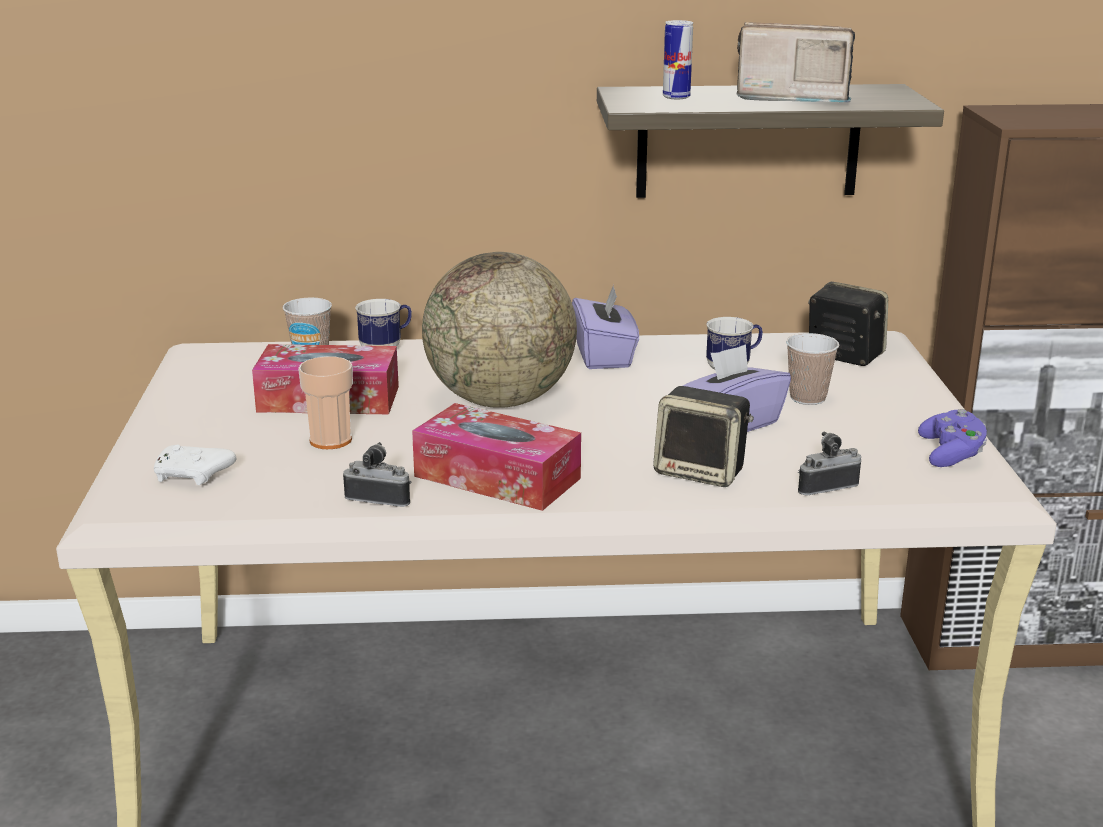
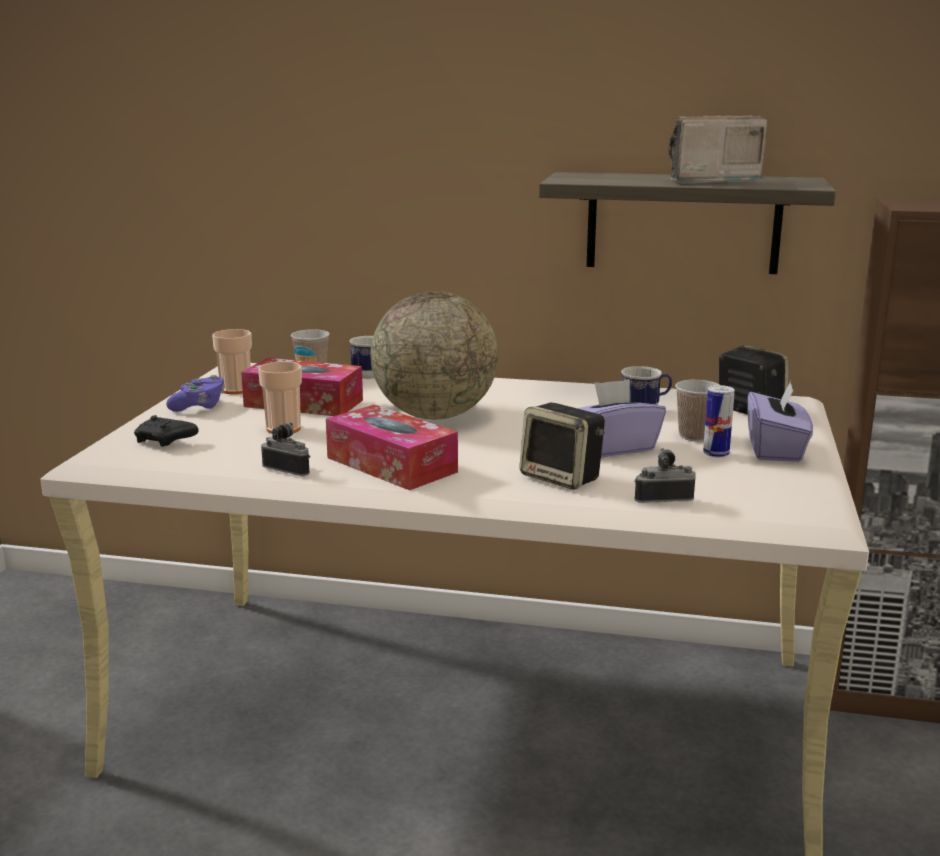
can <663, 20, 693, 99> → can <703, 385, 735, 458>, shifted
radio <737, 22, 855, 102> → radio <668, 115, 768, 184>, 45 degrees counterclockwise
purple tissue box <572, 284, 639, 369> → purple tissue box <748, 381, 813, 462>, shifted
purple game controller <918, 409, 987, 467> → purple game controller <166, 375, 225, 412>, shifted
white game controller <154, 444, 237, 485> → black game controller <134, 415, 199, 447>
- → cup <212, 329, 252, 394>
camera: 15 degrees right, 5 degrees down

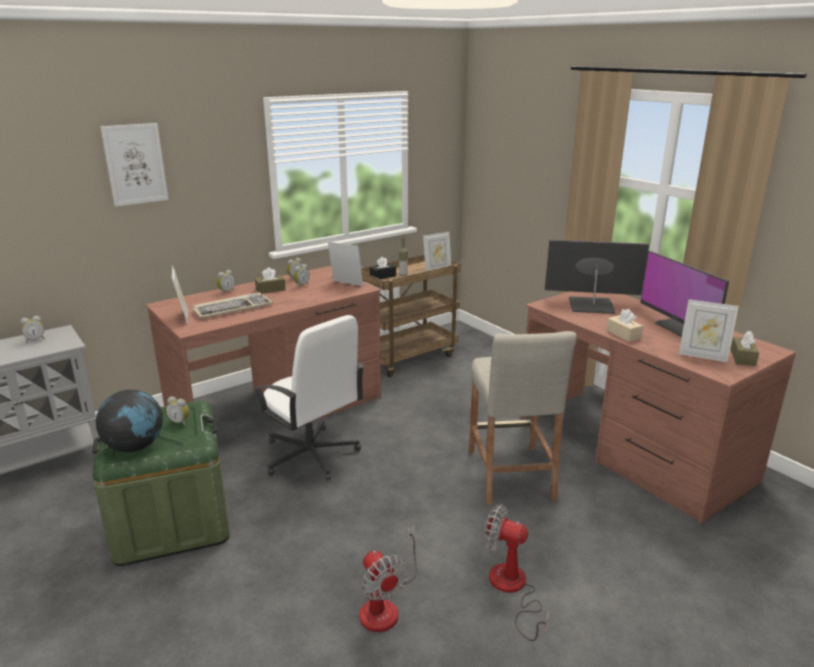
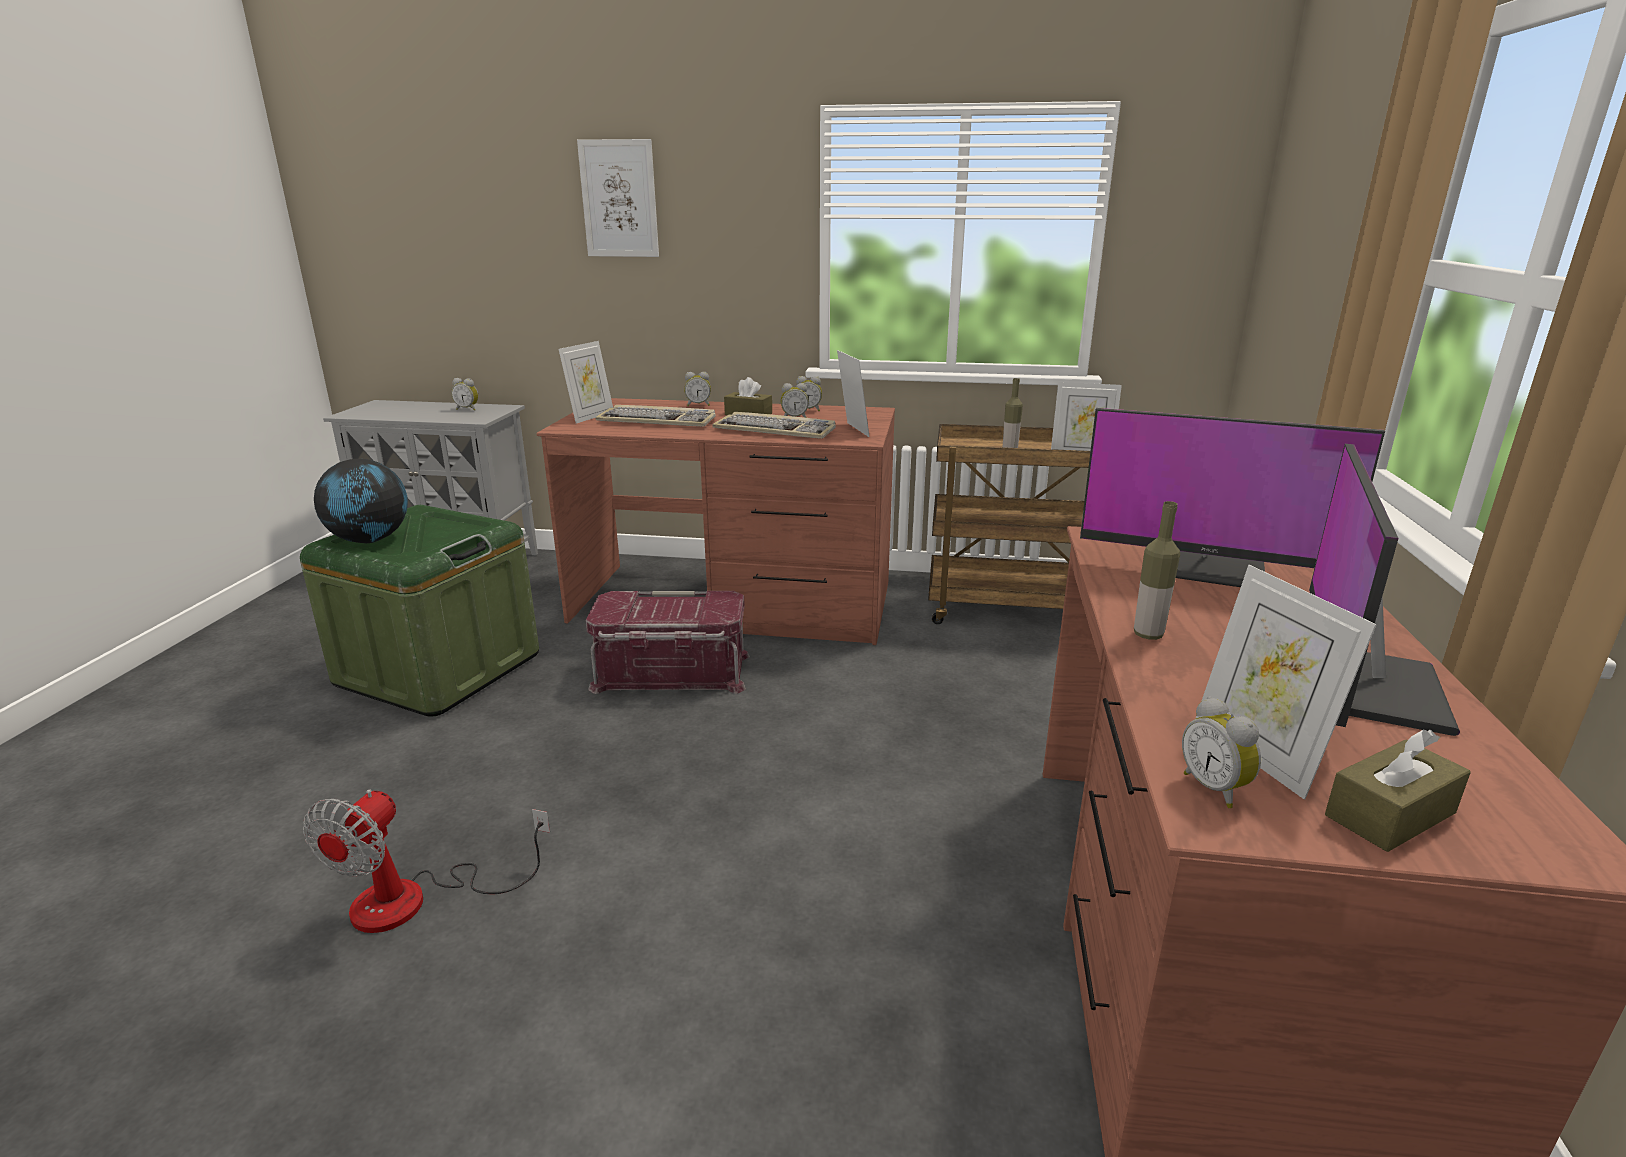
monitor <545, 240, 649, 314> → monitor <1080, 408, 1385, 587>, 150 degrees clockwise
black tissue box <370, 257, 396, 279> → -
beige tissue box <606, 309, 643, 342> → bottle <1134, 501, 1180, 640>
white office chair <253, 315, 365, 481> → red storage box <586, 591, 750, 694>
beige stool <469, 331, 577, 504> → -
alarm clock <166, 396, 190, 426> → alarm clock <1182, 696, 1261, 808>, shifted
fan <484, 504, 549, 641> → -
- → keyboard <712, 412, 836, 439>
camera: 45 degrees right, 0 degrees up

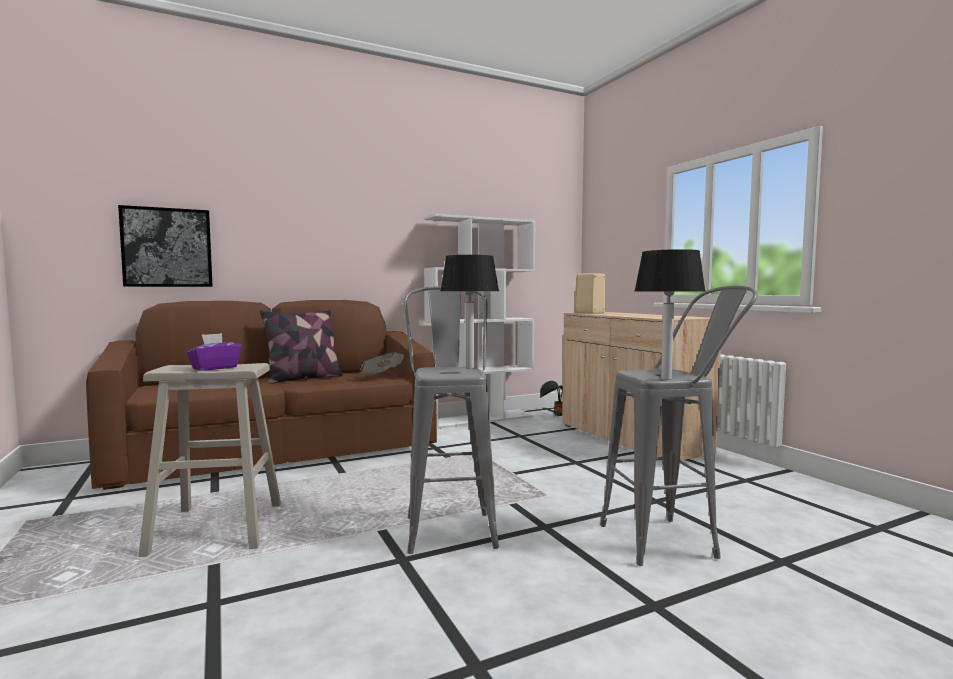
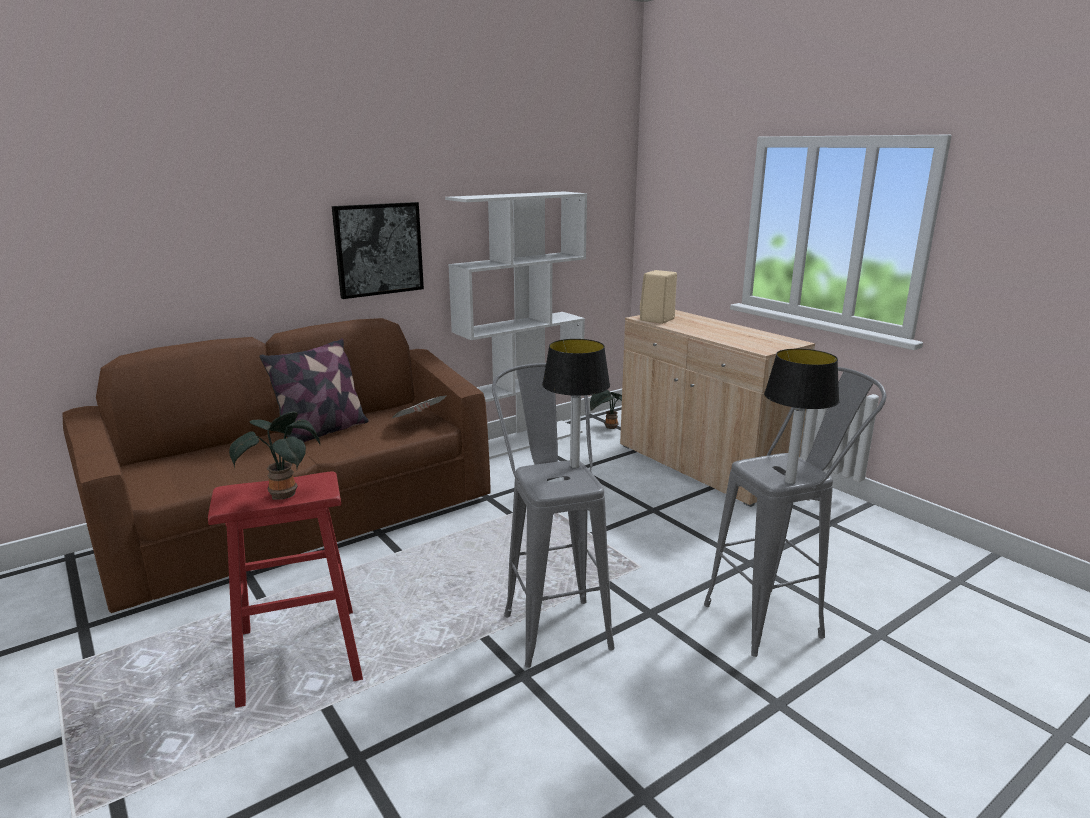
picture <118, 205, 213, 287> → picture <332, 202, 424, 299>, shifted
purple tissue box <187, 333, 241, 371> → potted plant <229, 411, 320, 500>
beige stool <138, 363, 281, 557> → red stool <208, 471, 363, 708>
camera: 10 degrees left, 15 degrees up

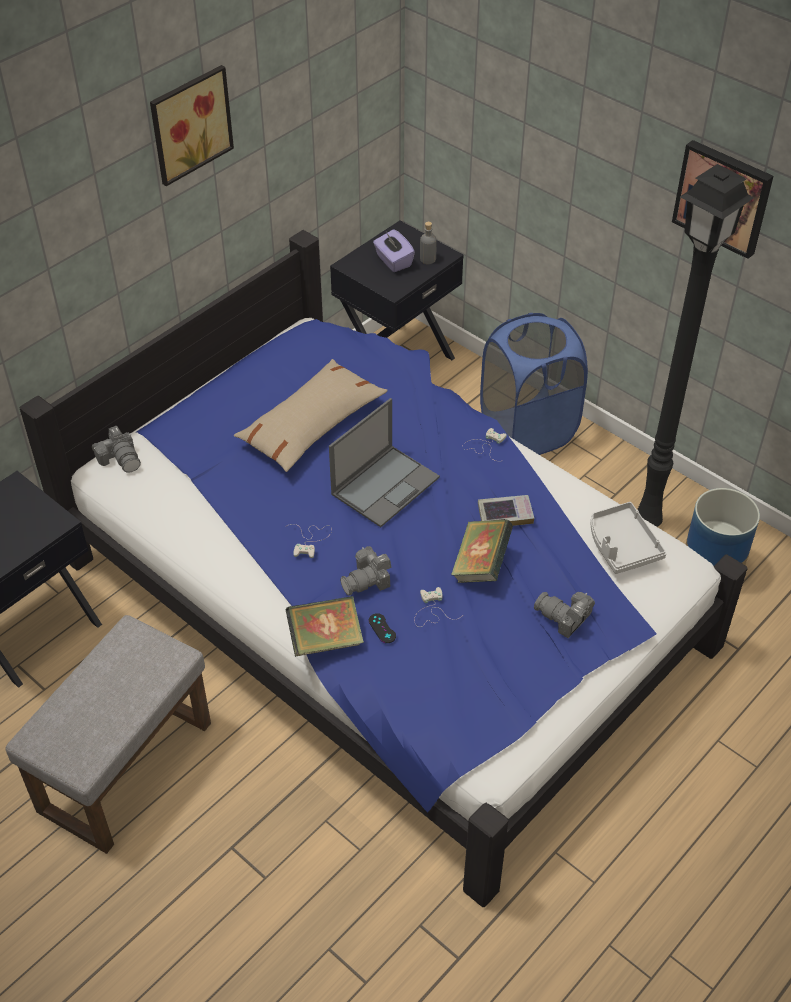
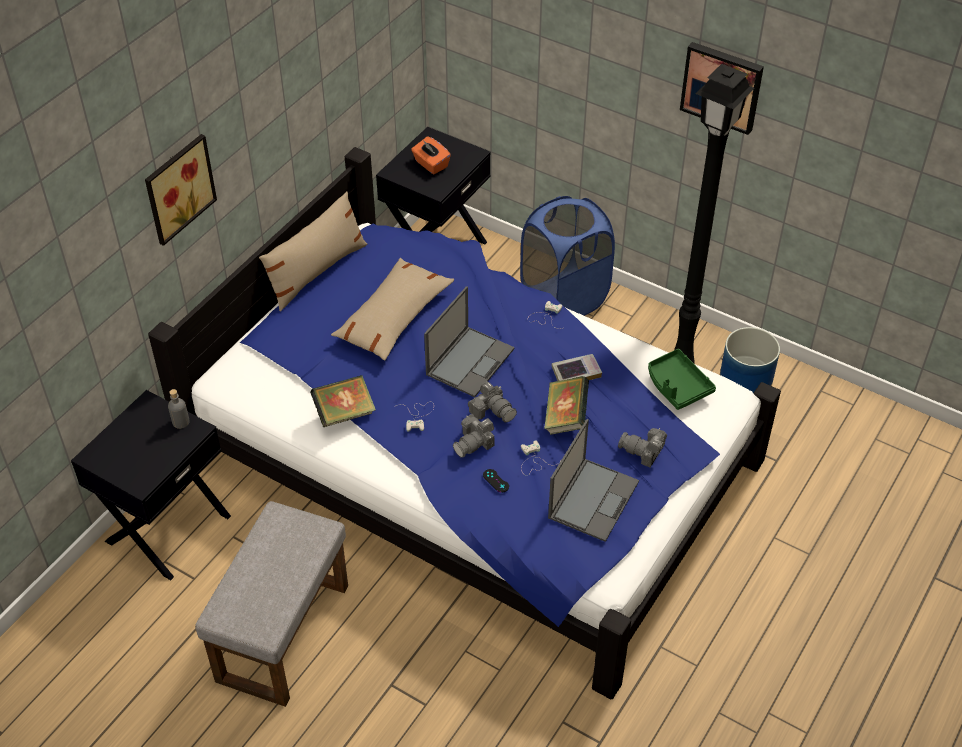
picture <150, 65, 234, 186> → picture <145, 134, 217, 246>, shifted
grey bottle <420, 222, 437, 264> → grey bottle <168, 389, 190, 429>, shifted
purple tissue box <373, 229, 415, 272> → orange tissue box <411, 136, 451, 174>
photo camera <92, 426, 141, 472> → photo camera <468, 381, 517, 423>, shifted
grey tray <591, 502, 666, 574> → green tray <648, 349, 716, 410>
book <286, 596, 364, 657> → book <310, 375, 376, 427>, shifted
- → beige pillow <259, 191, 367, 311>
- → laptop <548, 419, 639, 542>
camera: 10 degrees left, 0 degrees up

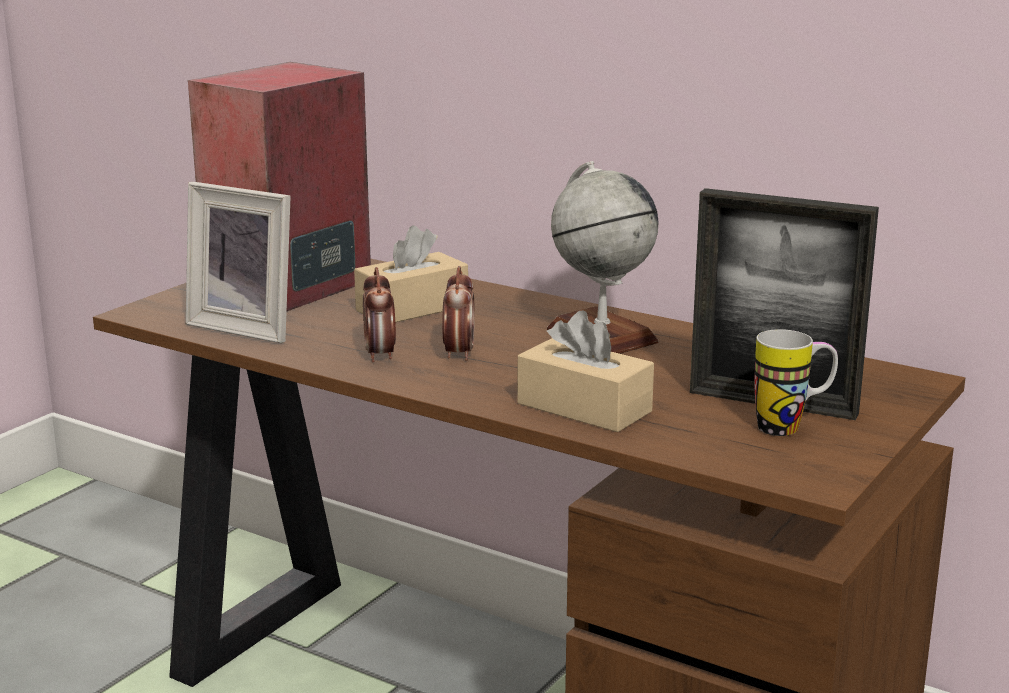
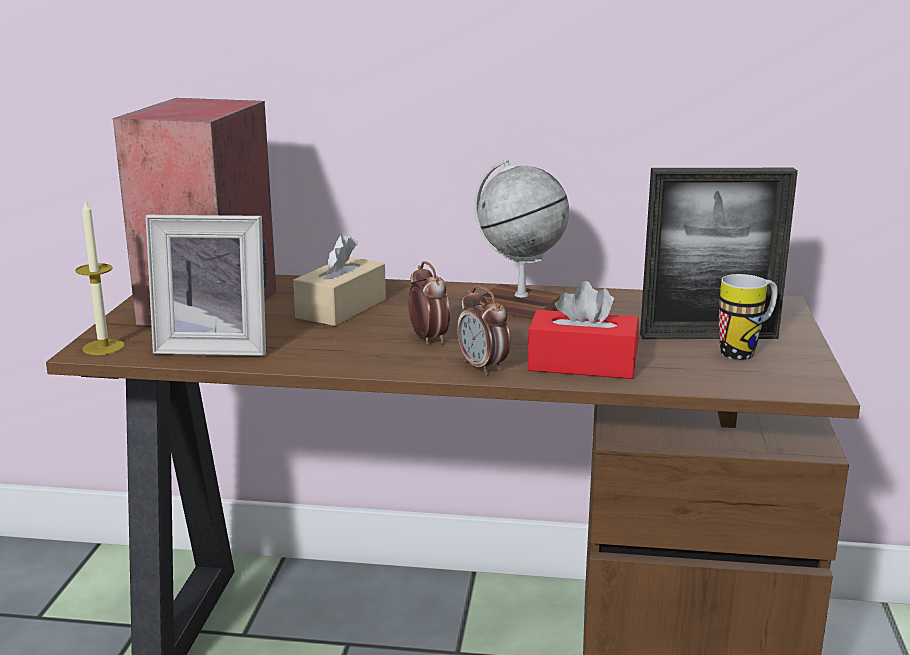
alarm clock <363, 267, 396, 363> → alarm clock <457, 285, 510, 375>, shifted
beige tissue box <517, 311, 654, 432> → red tissue box <527, 281, 639, 379>
- → candle <75, 199, 125, 355>
camera: 25 degrees left, 0 degrees up

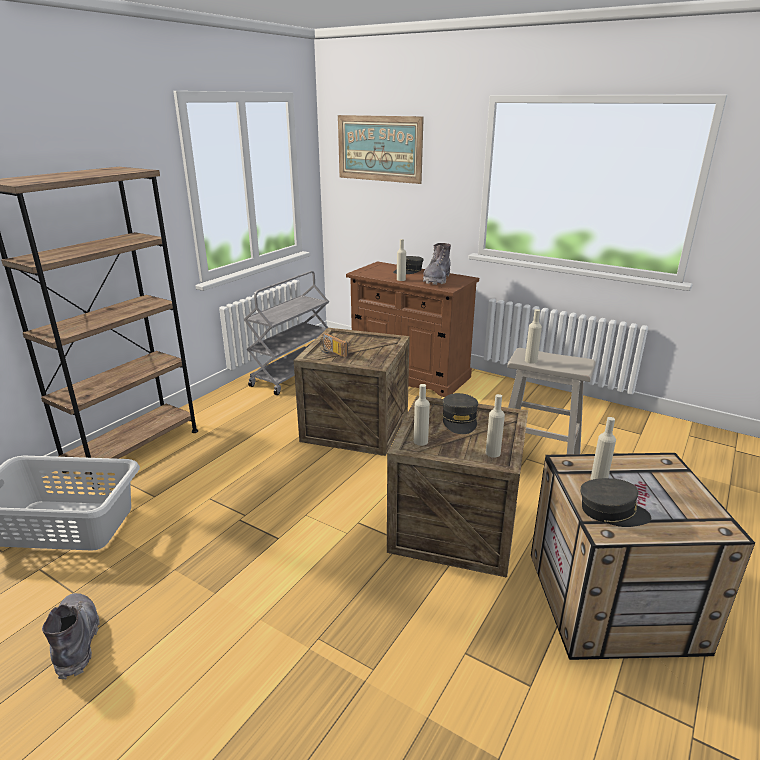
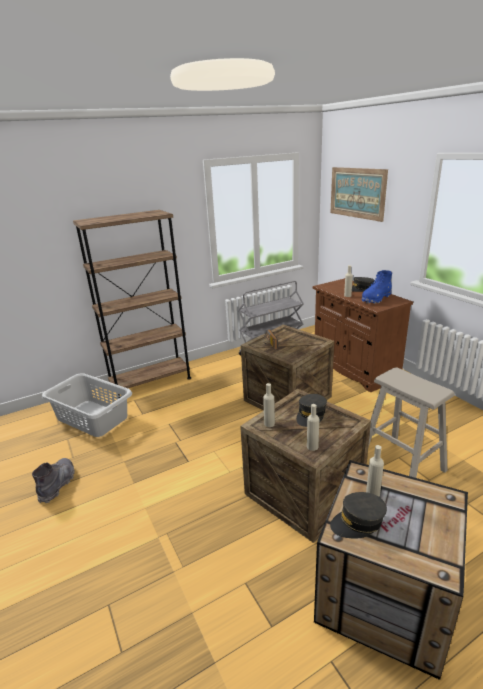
grey boot <423, 243, 451, 285> → blue boot <362, 270, 392, 304>
beige bottle <525, 309, 542, 364> → -
grey cap <580, 478, 651, 527> → grey cap <330, 492, 387, 538>, 120 degrees clockwise
camera: 30 degrees right, 0 degrees up

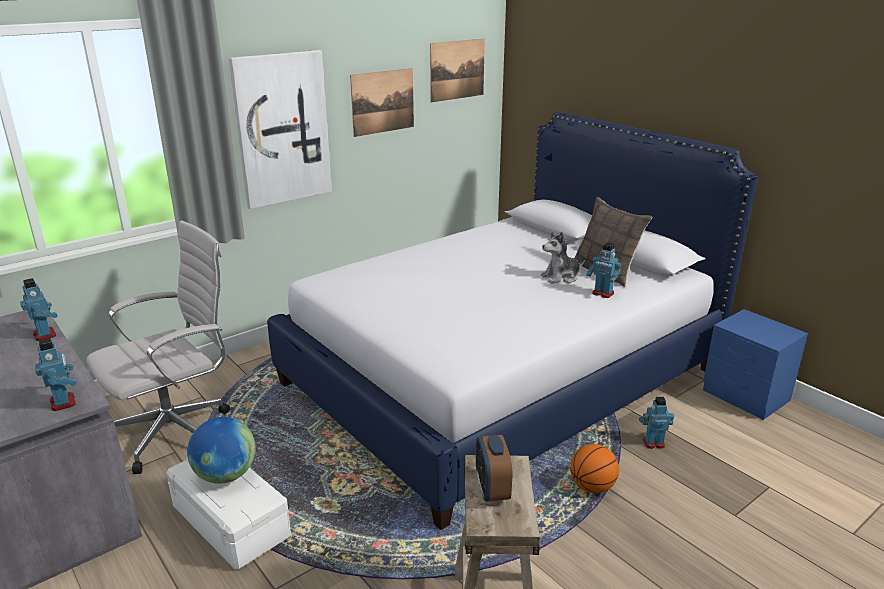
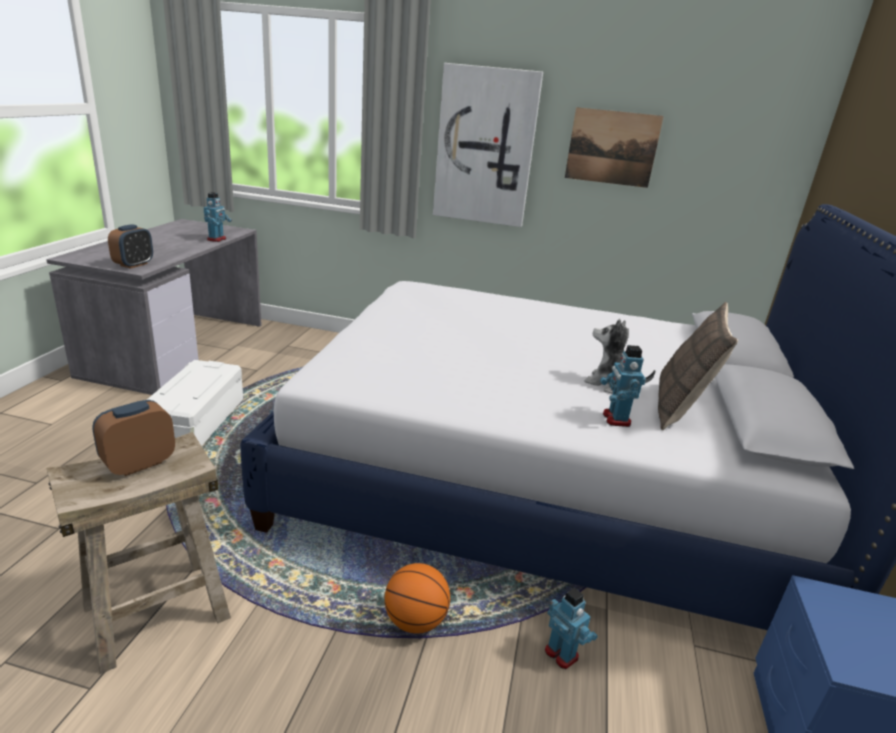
picture <430, 39, 485, 103> → -
white office chair <86, 220, 230, 474> → -
toy robot <35, 338, 76, 411> → alarm clock <108, 224, 153, 269>
globe <187, 417, 256, 484> → -
camera: 50 degrees right, 0 degrees up

